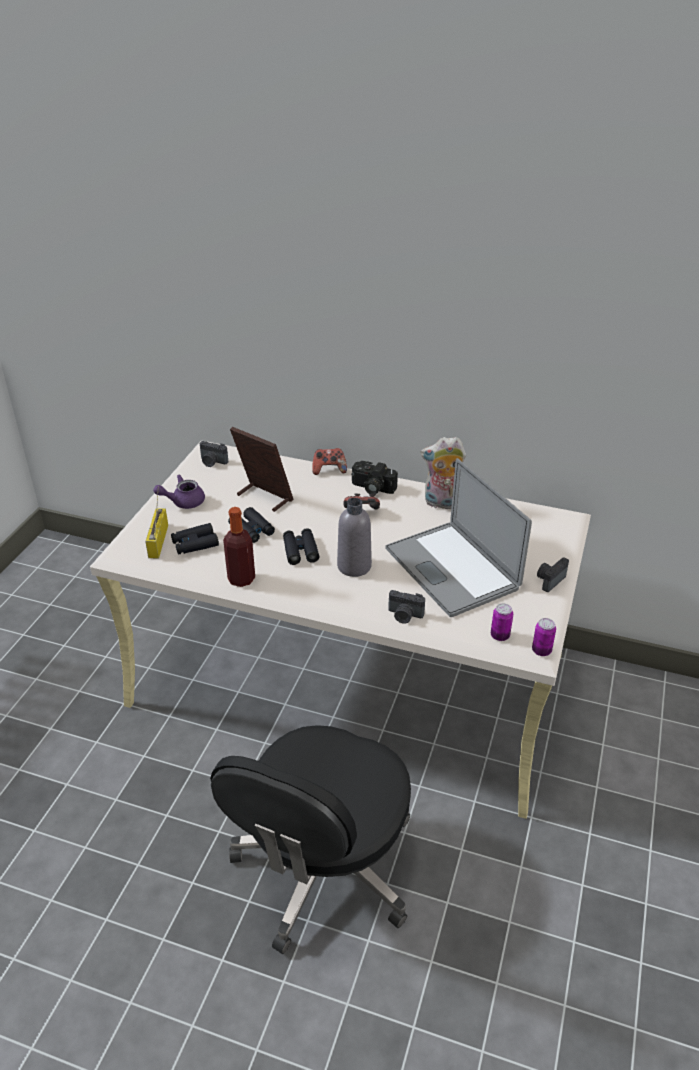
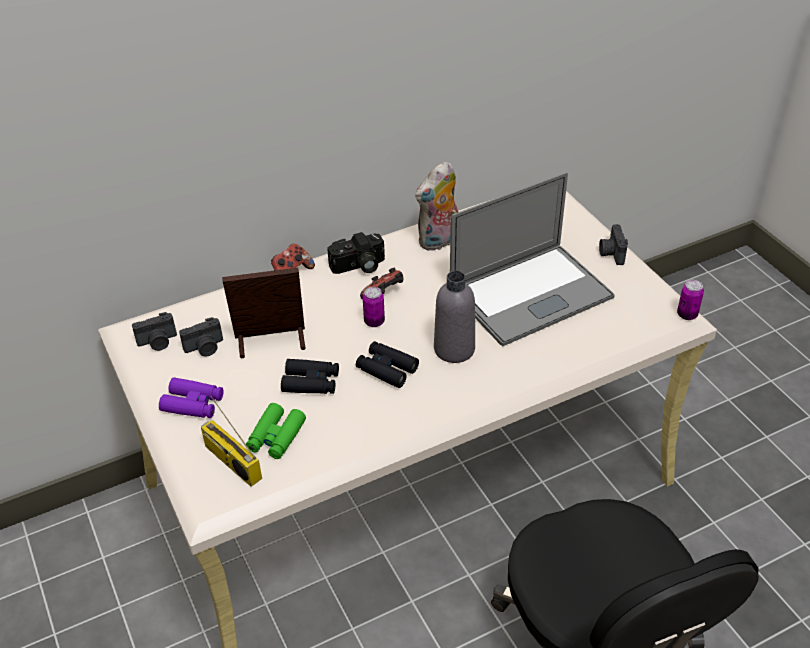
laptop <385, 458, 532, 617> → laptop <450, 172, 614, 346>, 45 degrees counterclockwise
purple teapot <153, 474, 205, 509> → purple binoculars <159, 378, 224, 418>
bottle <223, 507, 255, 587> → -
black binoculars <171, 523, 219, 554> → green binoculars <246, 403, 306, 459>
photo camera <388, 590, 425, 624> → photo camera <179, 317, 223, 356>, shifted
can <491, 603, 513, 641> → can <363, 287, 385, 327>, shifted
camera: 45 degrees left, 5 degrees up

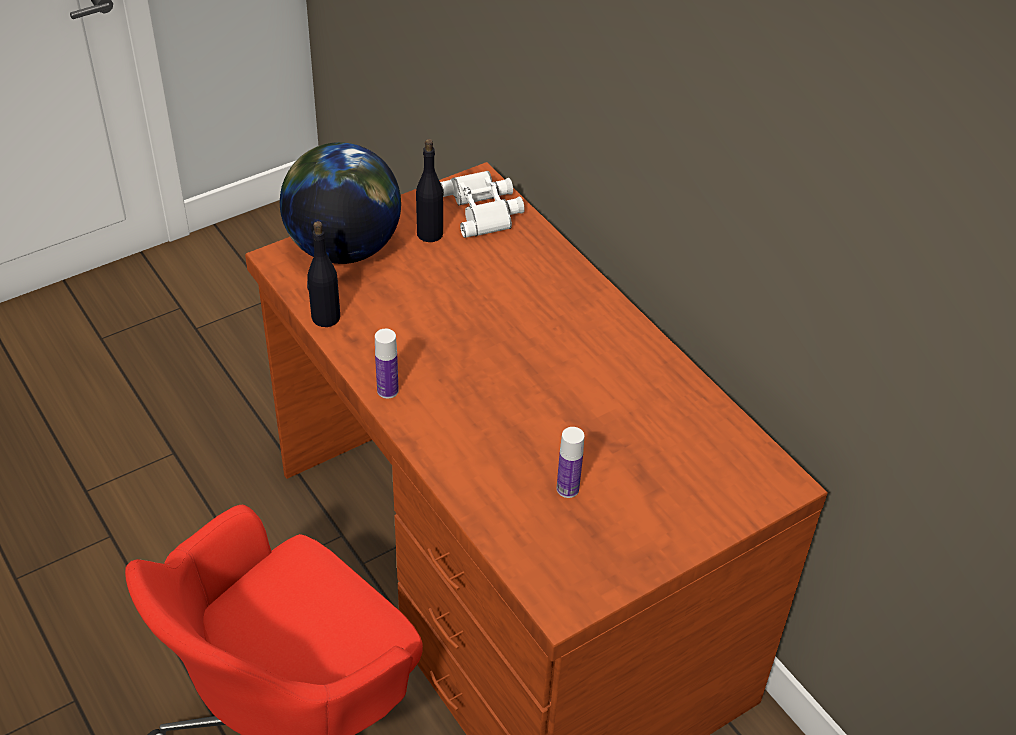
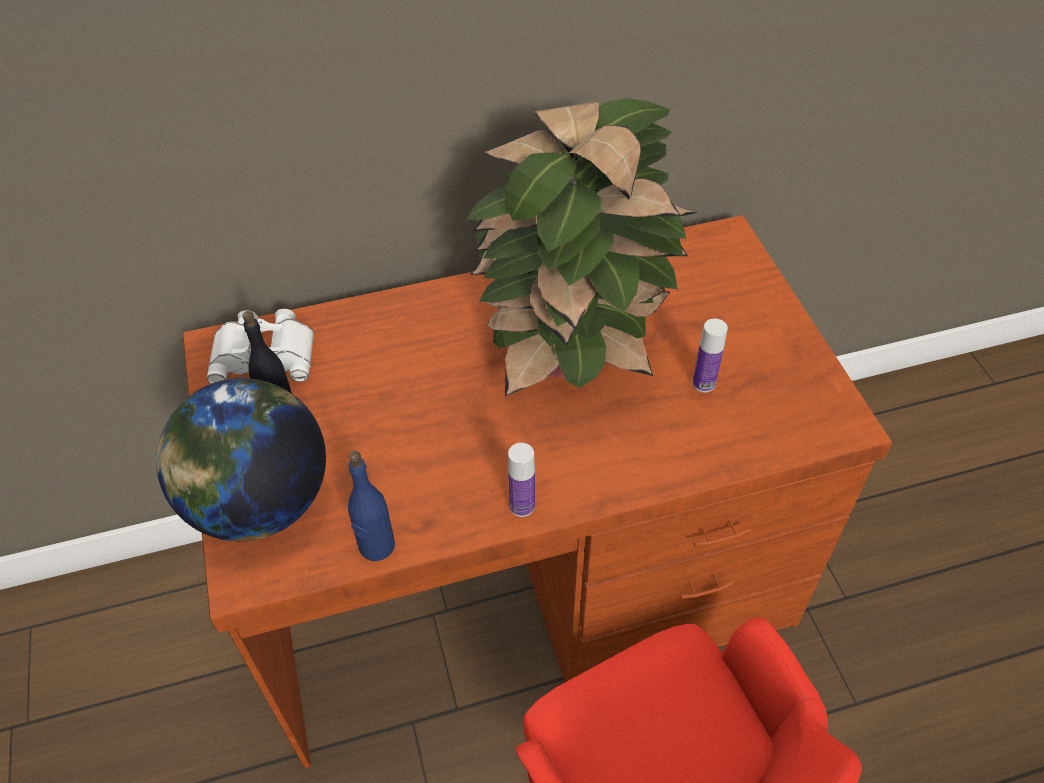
black bottle <307, 221, 340, 327> → blue bottle <348, 451, 395, 561>
- → potted plant <467, 98, 697, 396>
camera: 70 degrees left, 5 degrees up

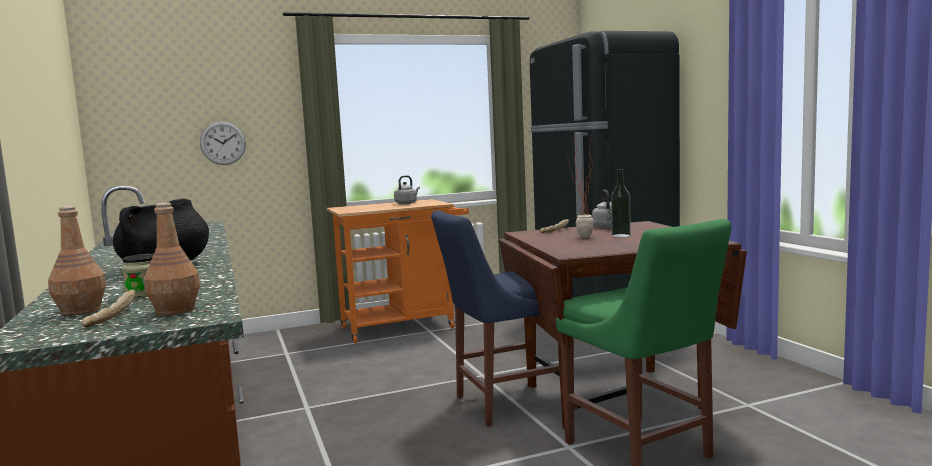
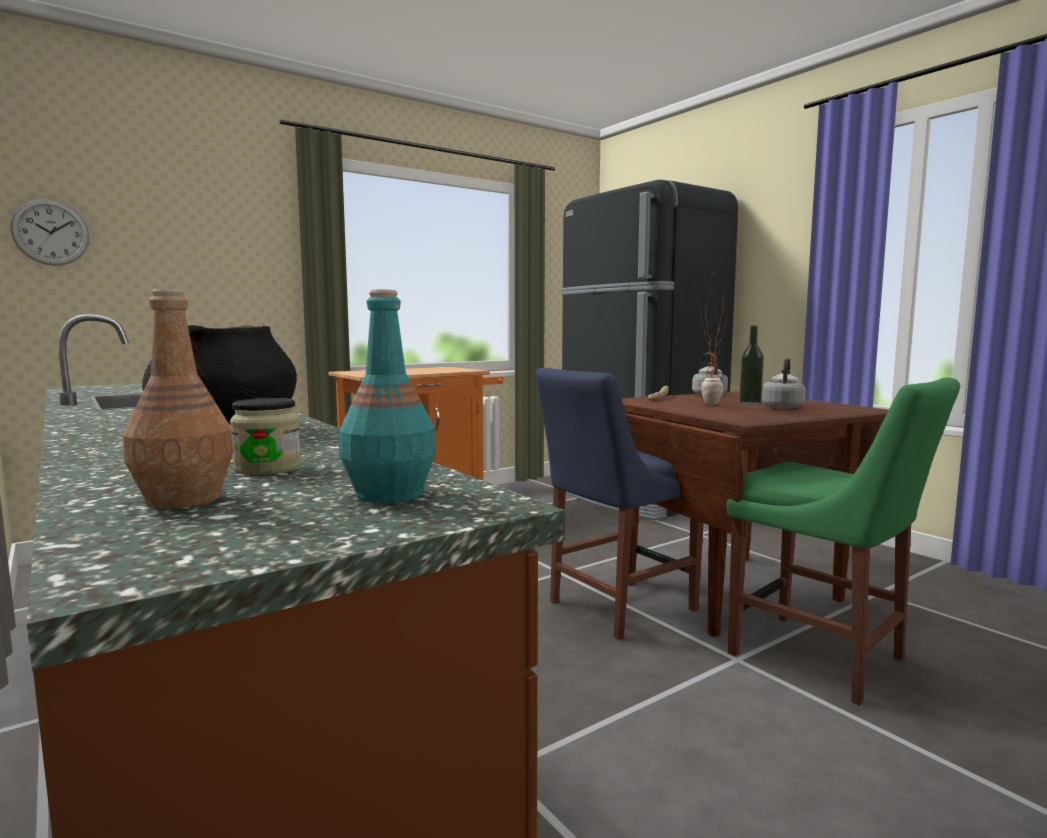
wall clock <200, 121, 246, 165> → wall clock <10, 200, 89, 266>, shifted
grey kettle <394, 175, 420, 204> → grey kettle <762, 358, 806, 409>, shifted
brown bottle <144, 202, 200, 315> → turquoise bottle <339, 290, 436, 504>
bread <81, 290, 135, 327> → -
camera: 15 degrees left, 0 degrees up

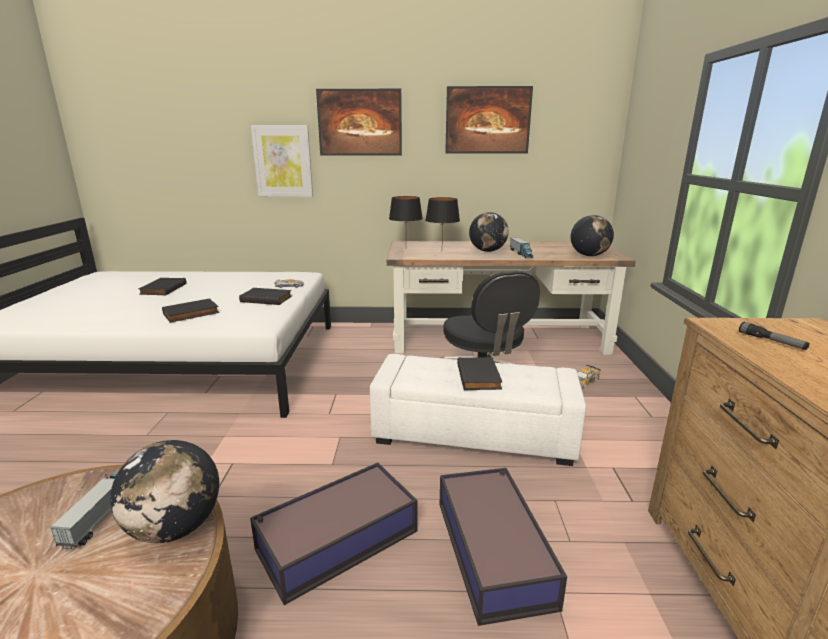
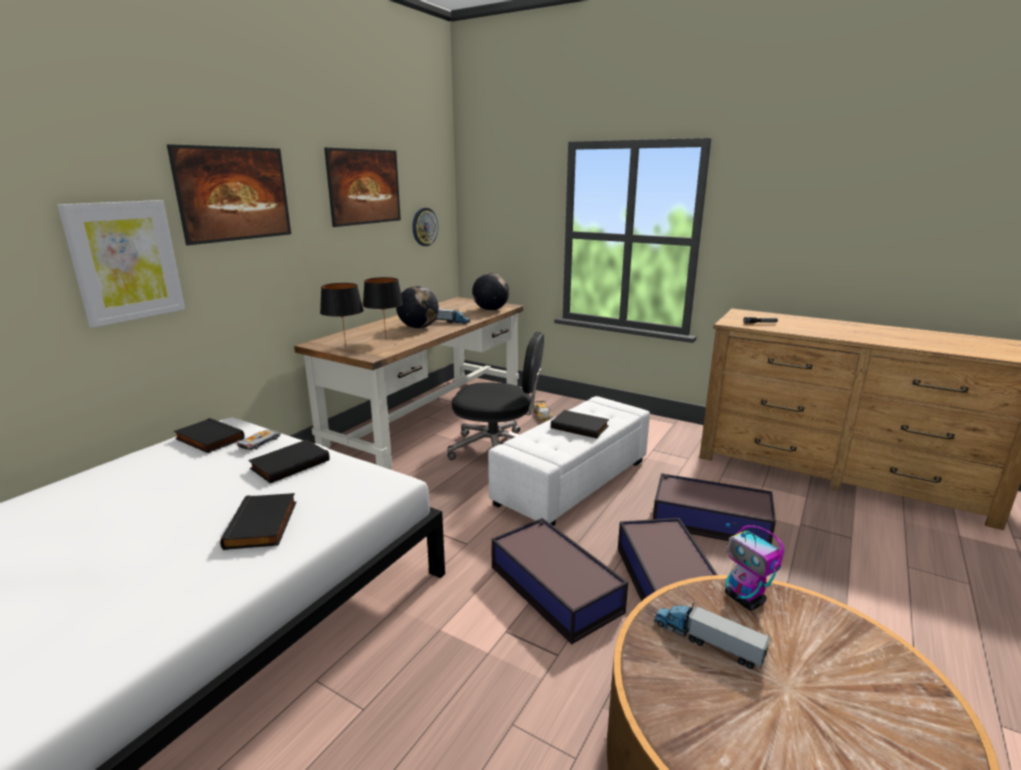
black book <138, 278, 186, 295> → black book <174, 418, 245, 453>, shifted
globe <110, 440, 219, 543> → toy robot <725, 523, 784, 611>
- → wall clock <412, 208, 438, 246>
- → storage box <491, 518, 628, 644>
camera: 60 degrees left, 0 degrees up

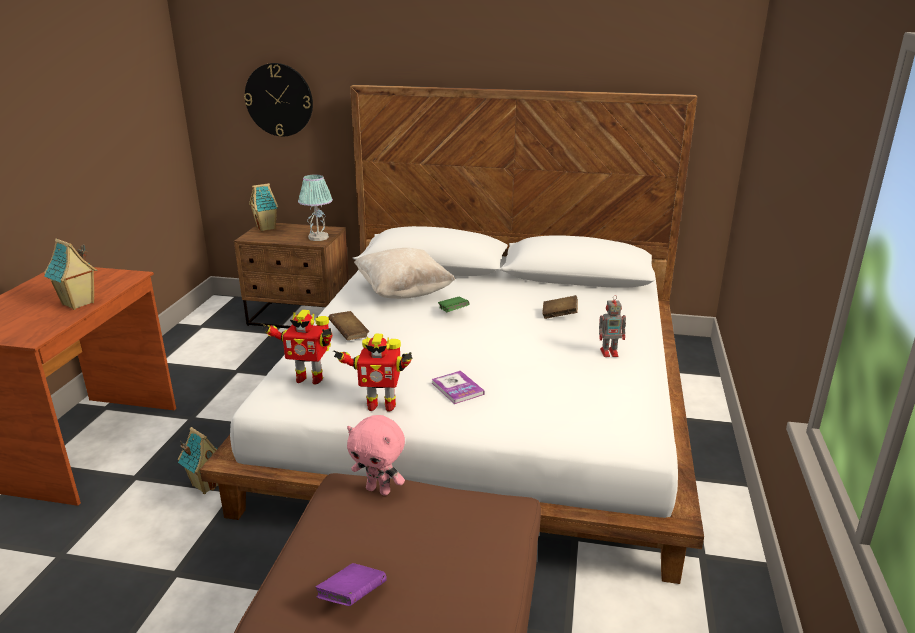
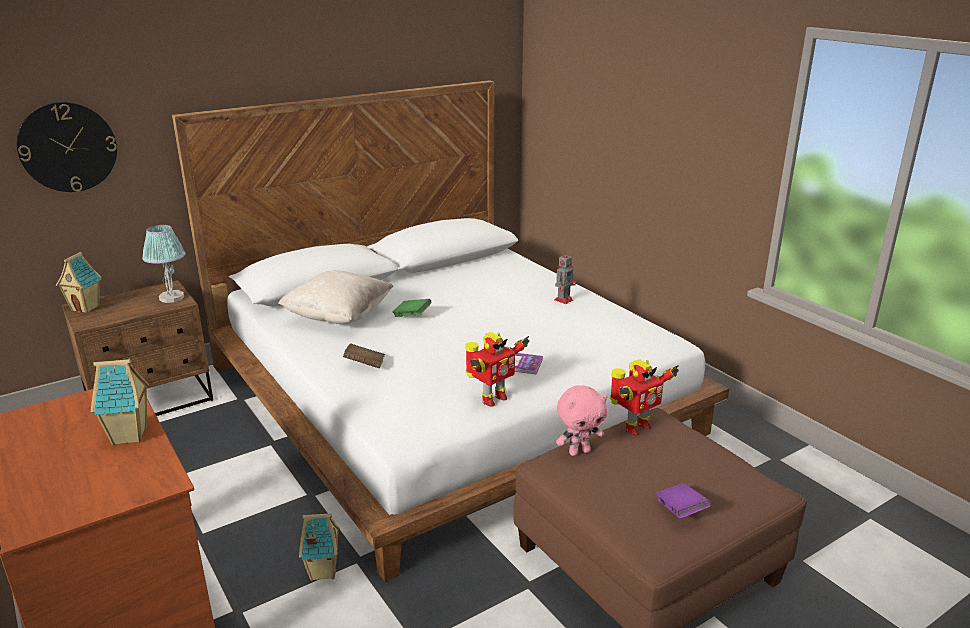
brown book <542, 295, 578, 319> → -
toy robot <261, 310, 332, 385> → toy robot <610, 359, 679, 435>, shifted
camera: 45 degrees left, 0 degrees up

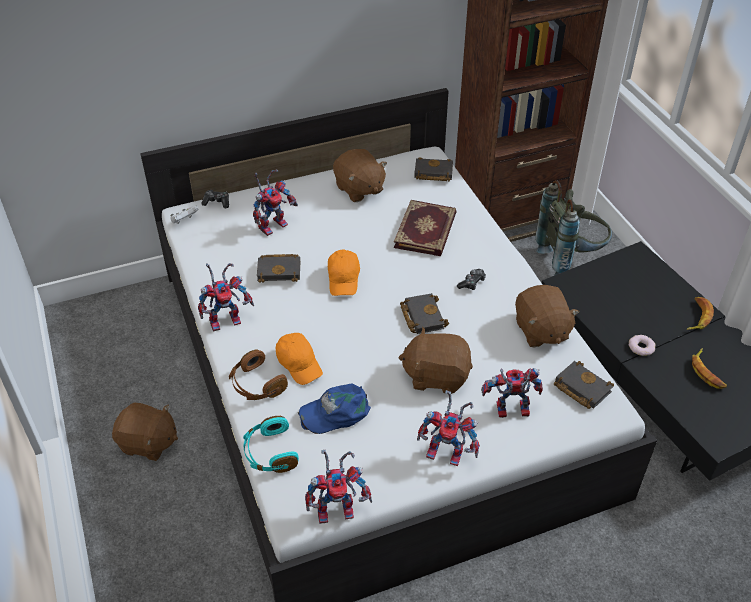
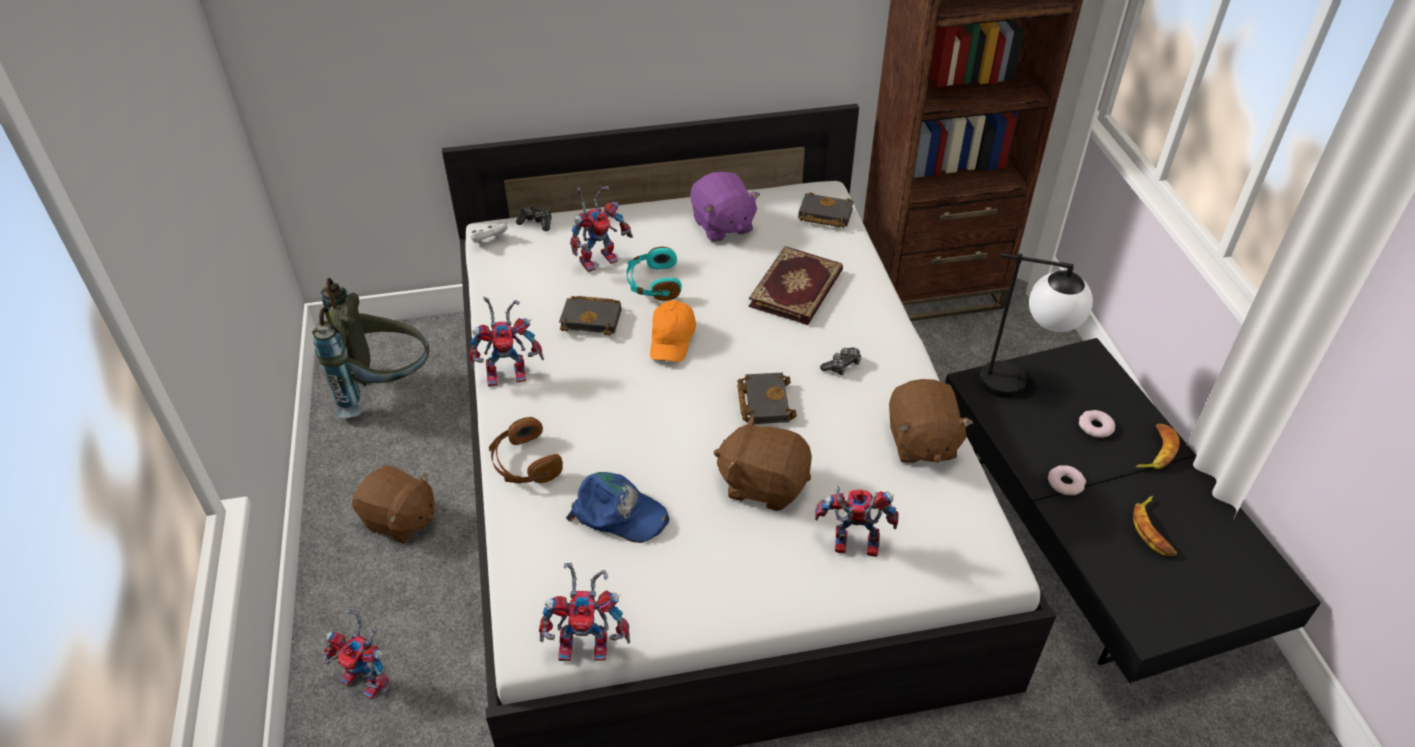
brown plush toy <333, 149, 387, 202> → purple plush toy <690, 172, 760, 242>
grey backpack <535, 180, 612, 276> → grey backpack <312, 278, 429, 418>, shifted
orange cap <276, 333, 323, 385> → -
black book <554, 361, 614, 409> → -
blue cap <298, 384, 371, 434> → blue cap <566, 472, 669, 543>, 150 degrees counterclockwise
toy robot <417, 390, 480, 466> → toy robot <322, 610, 389, 699>, shifted
turquoise headphones <243, 416, 299, 473> → turquoise headphones <626, 247, 682, 301>, shifted
- → table lamp <980, 253, 1093, 398>
- → donut <1079, 410, 1115, 438>
camera: 10 degrees right, 0 degrees up

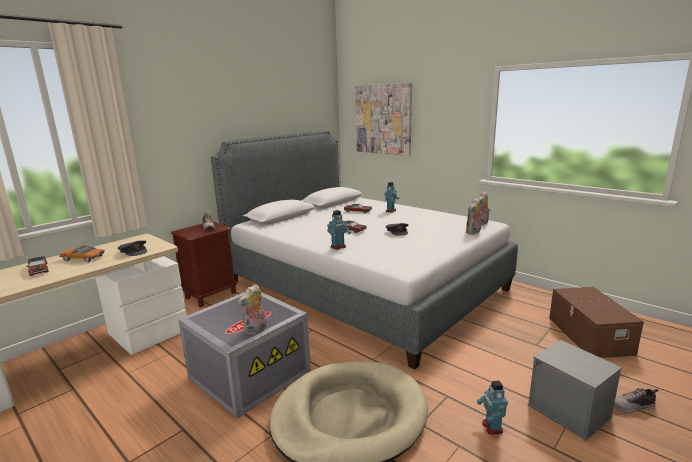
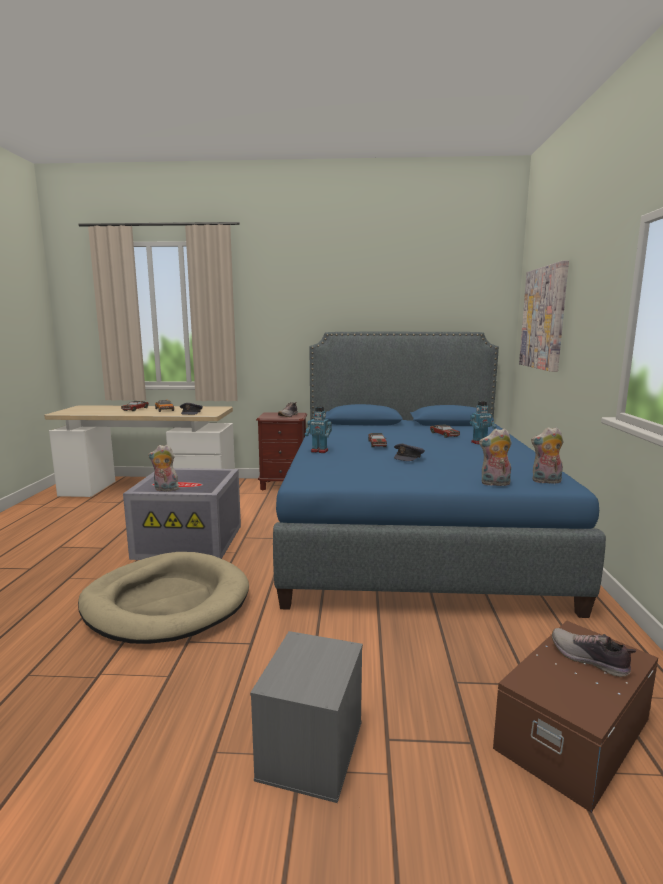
grey bed <211, 130, 518, 369> → blue bed <273, 332, 606, 618>
toy robot <477, 380, 508, 435> → -
shoe <614, 388, 658, 413> → shoe <552, 628, 636, 677>, shifted
camera: 50 degrees right, 5 degrees down

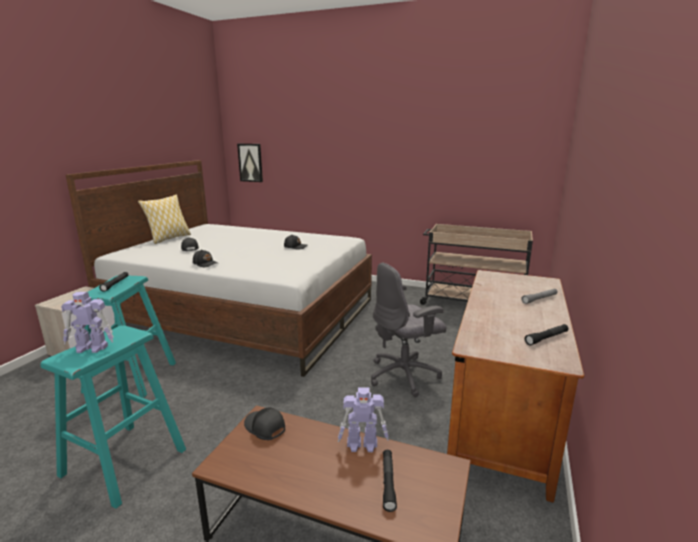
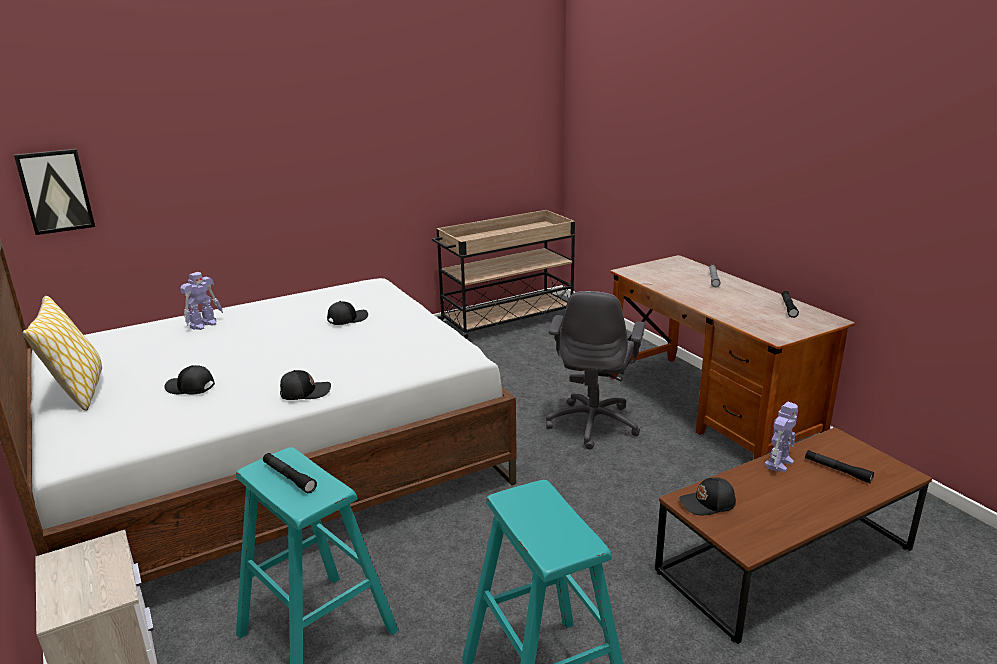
toy robot <61, 292, 113, 353> → toy robot <180, 272, 223, 330>, shifted
camera: 50 degrees left, 5 degrees up

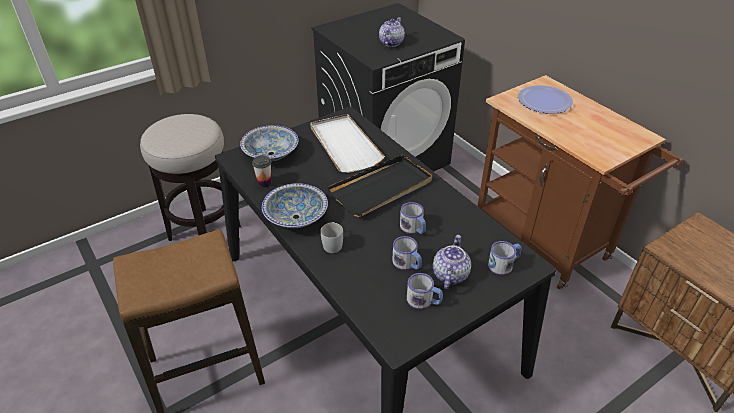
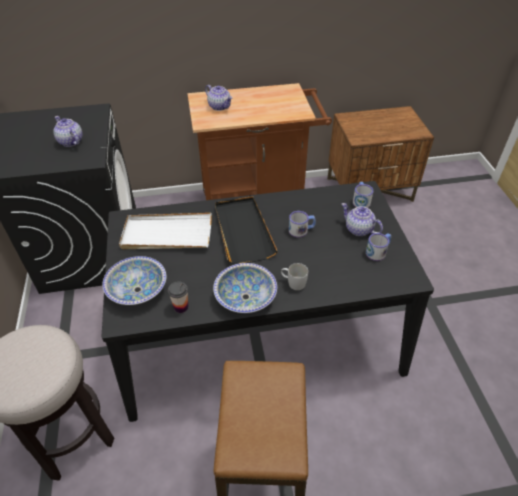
plate <518, 85, 573, 114> → teapot <205, 85, 232, 111>
mug <392, 236, 422, 270> → -
camera: 65 degrees left, 5 degrees up

